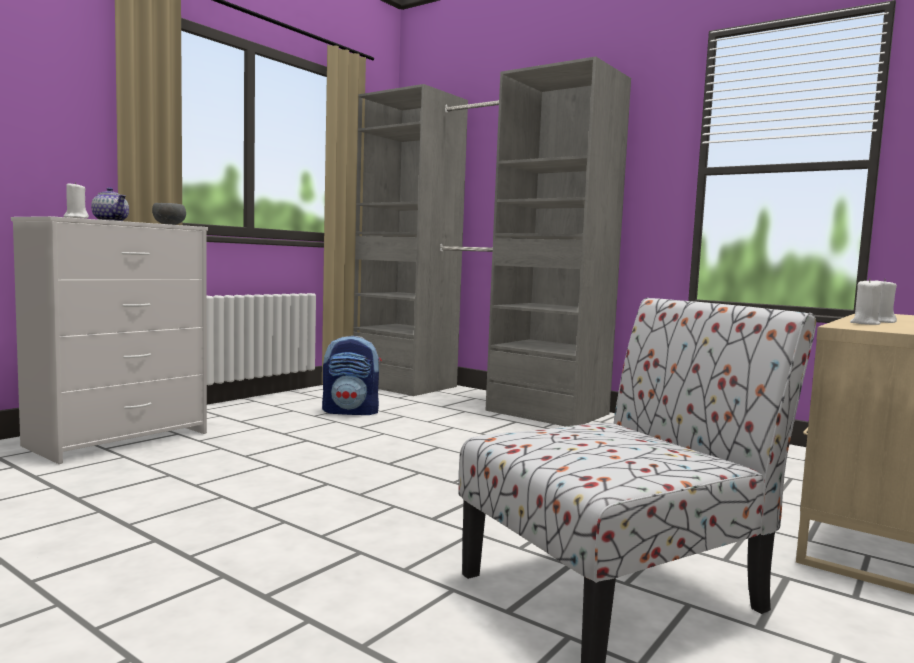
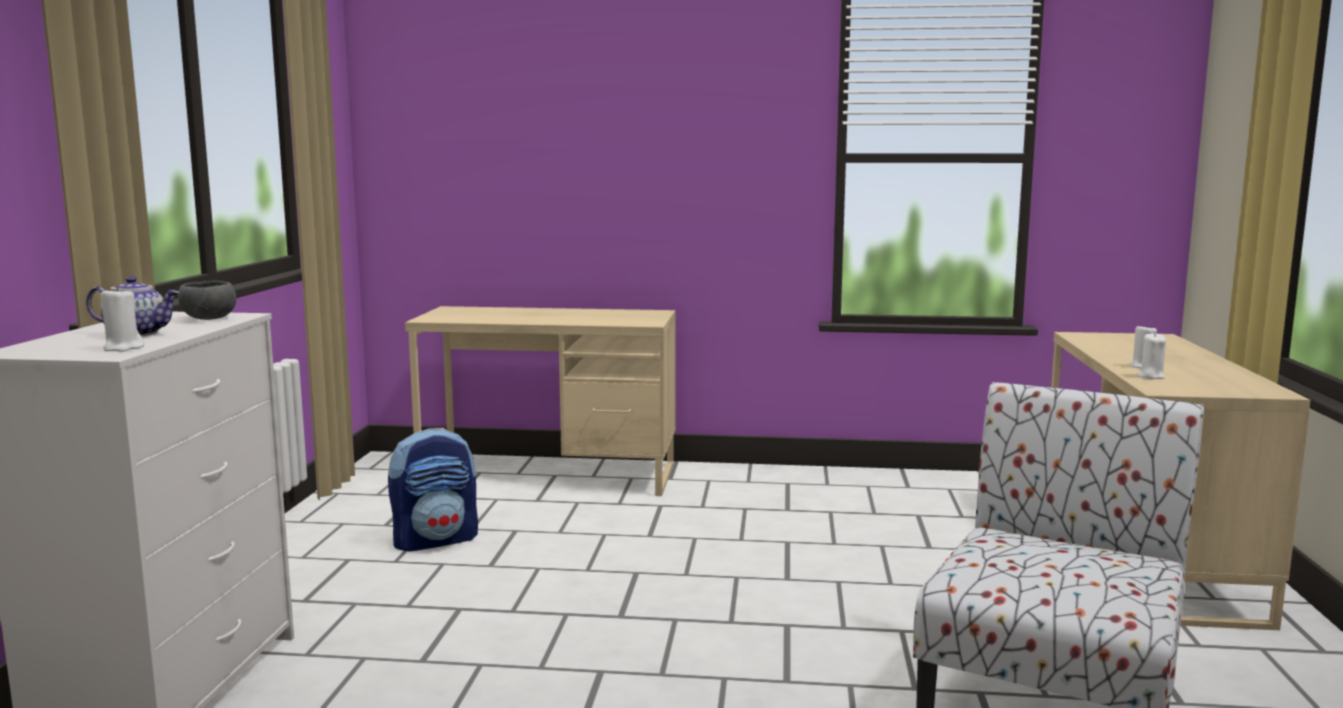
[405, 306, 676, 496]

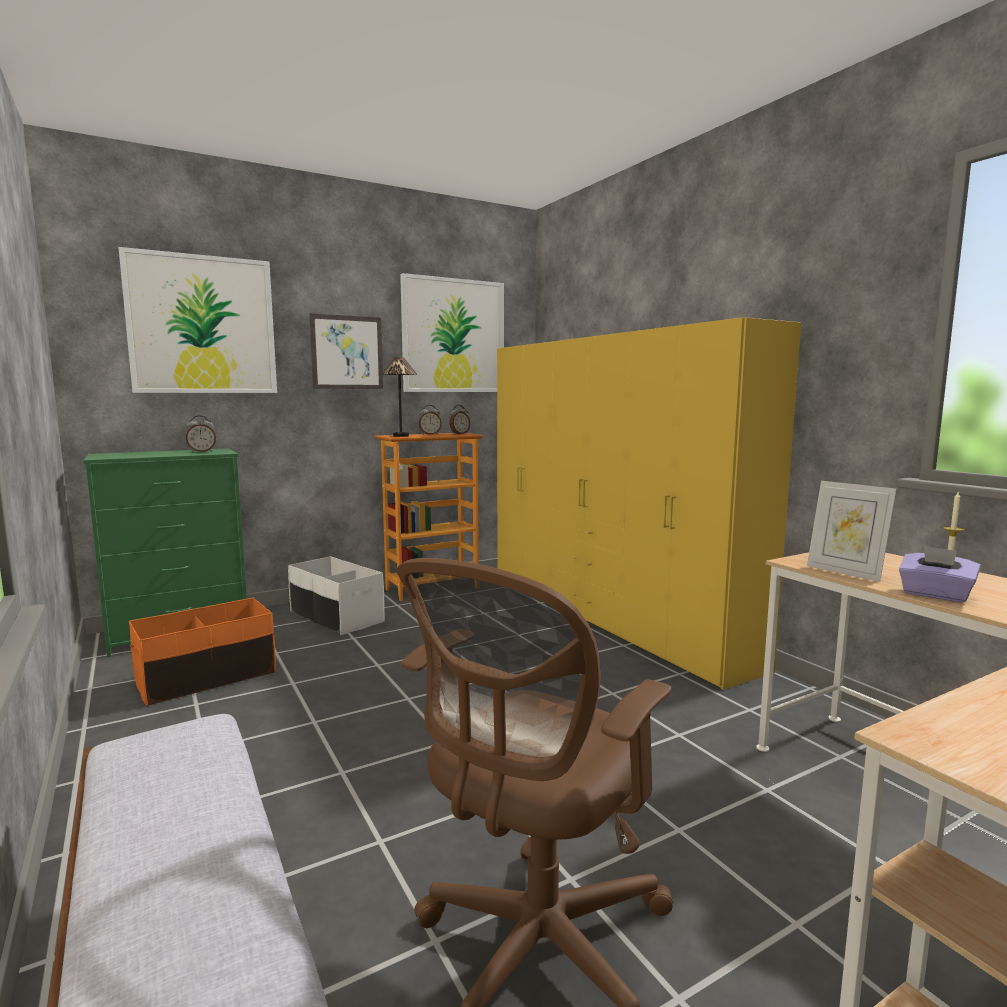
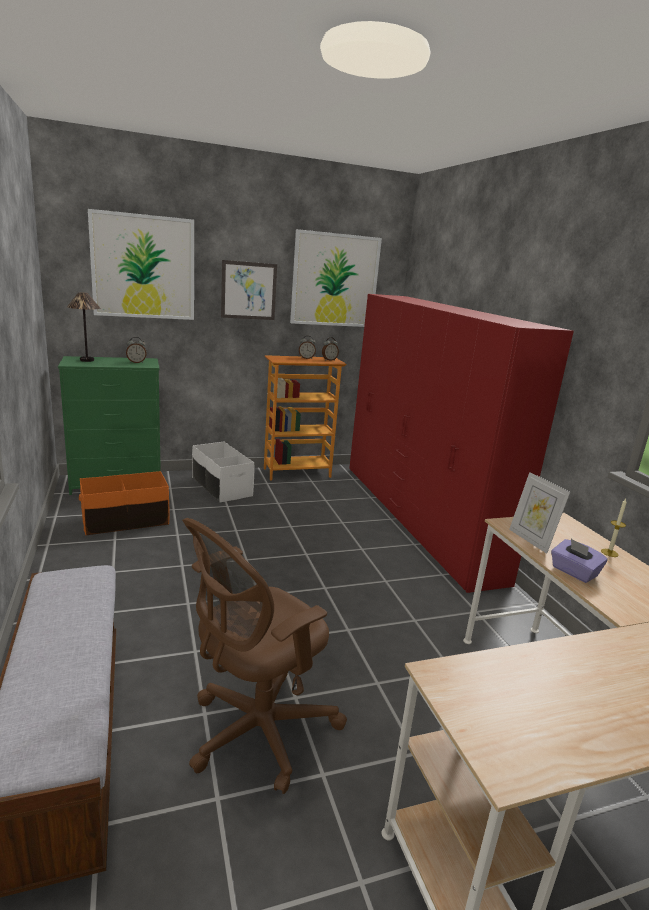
[67, 292, 100, 362]
[349, 294, 574, 593]

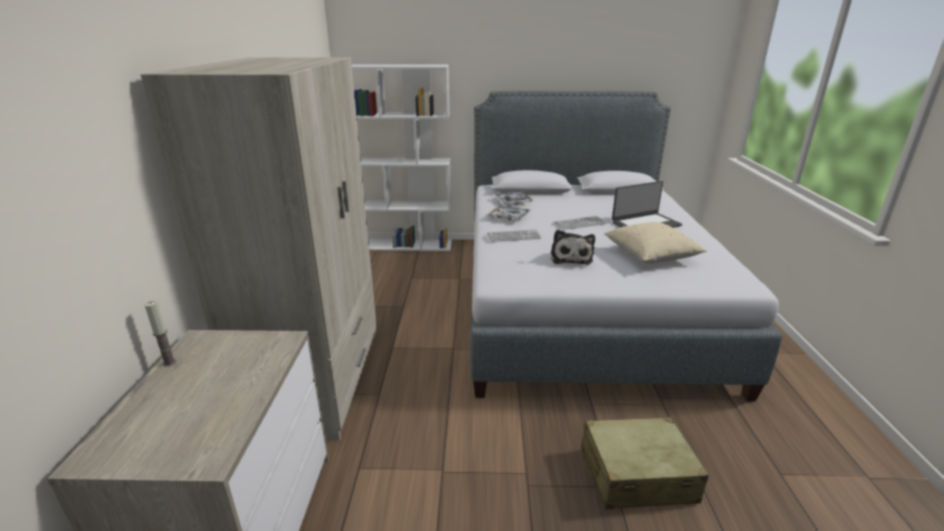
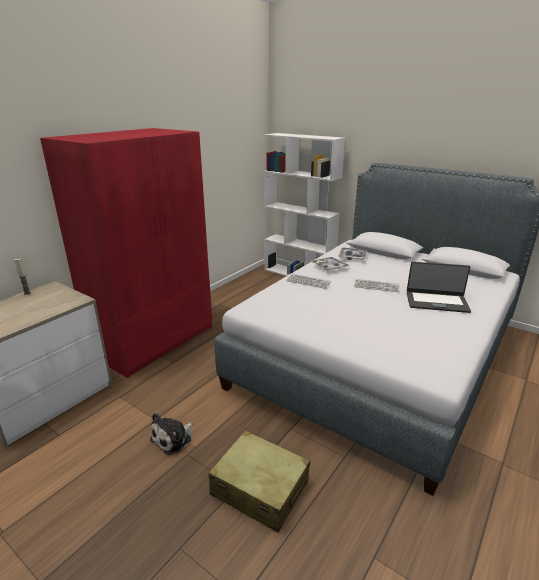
[40, 128, 212, 378]
[150, 413, 193, 455]
[604, 222, 707, 263] (first image)

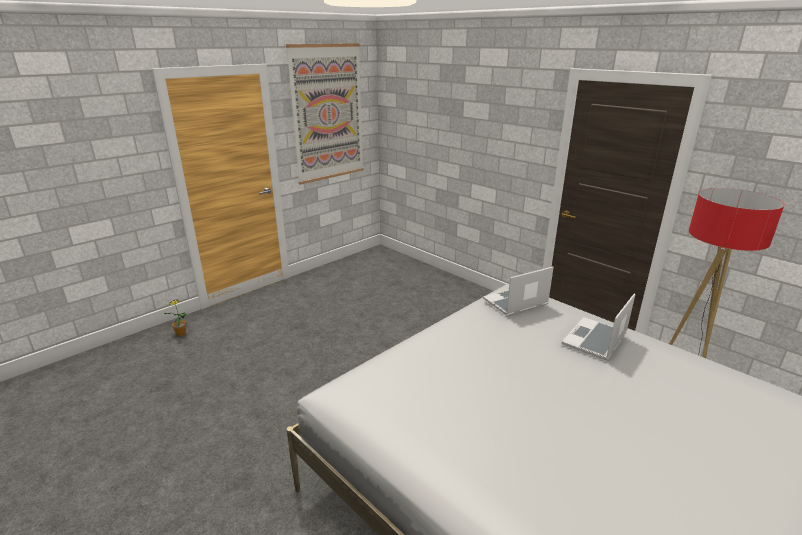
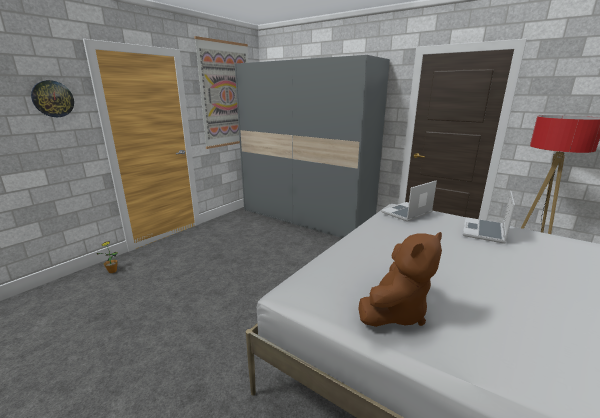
[31, 80, 74, 117]
[235, 55, 390, 238]
[358, 232, 442, 327]

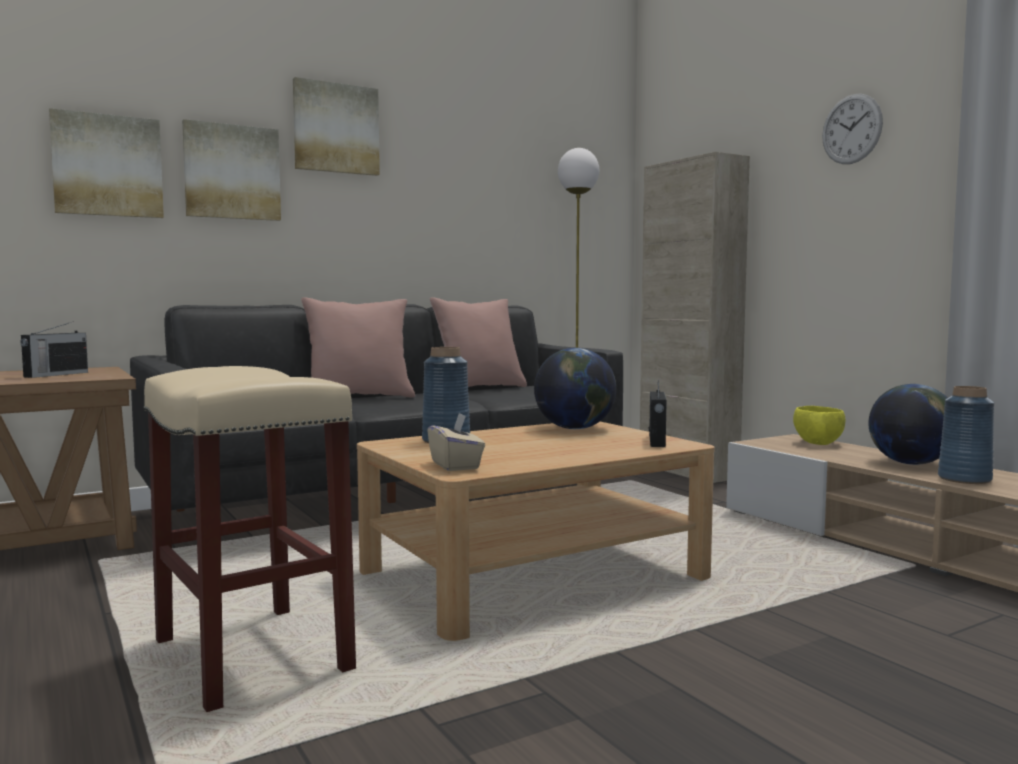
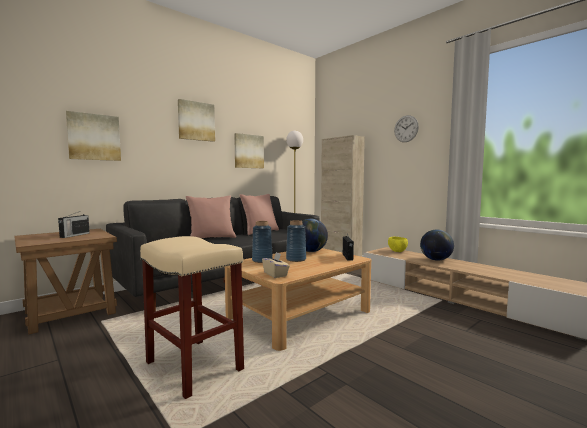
[234, 133, 264, 168]
[286, 220, 306, 262]

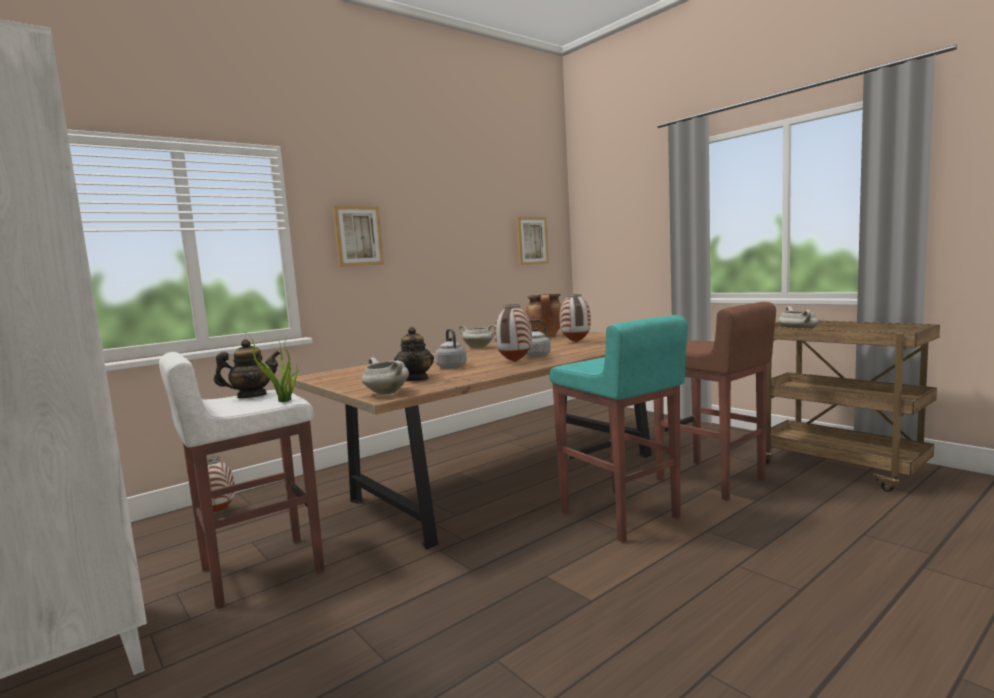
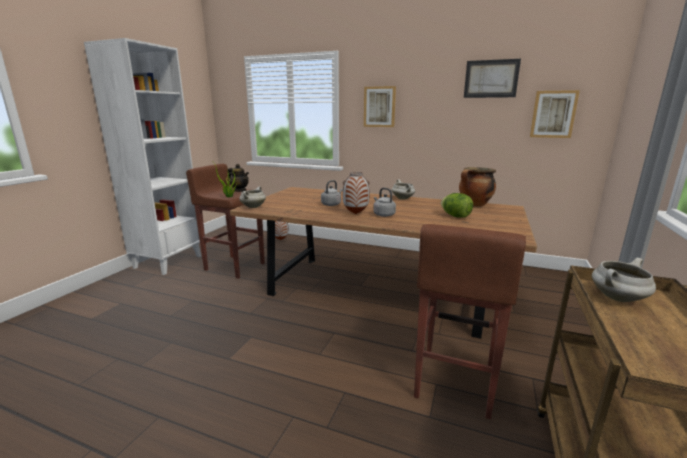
[186, 164, 265, 279]
[394, 327, 434, 381] (first image)
[549, 315, 687, 543] (first image)
[441, 193, 473, 218]
[464, 59, 521, 98]

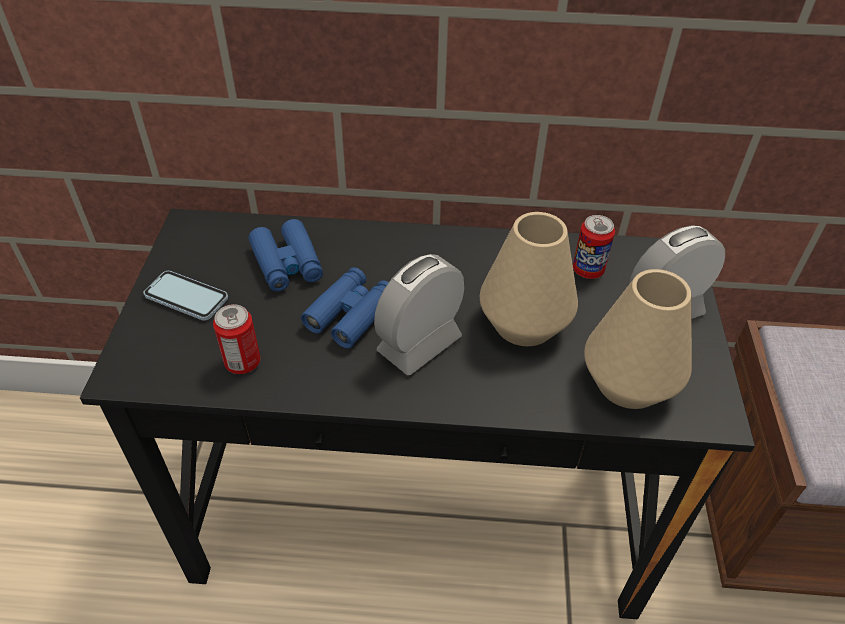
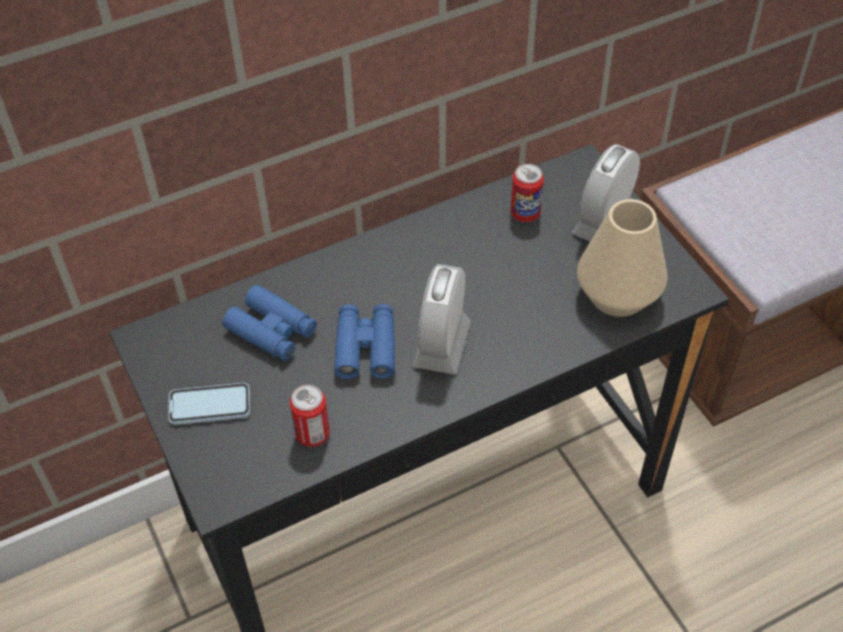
[480, 212, 578, 346] (first image)

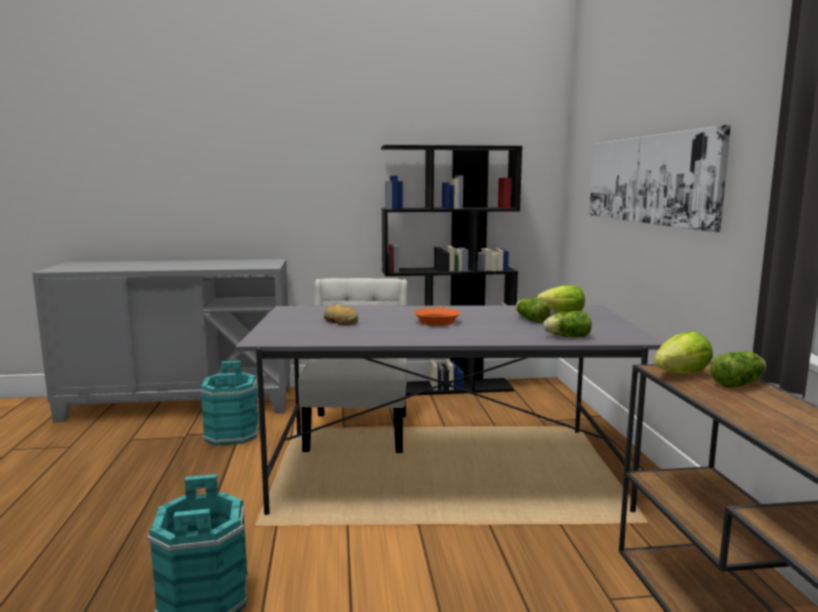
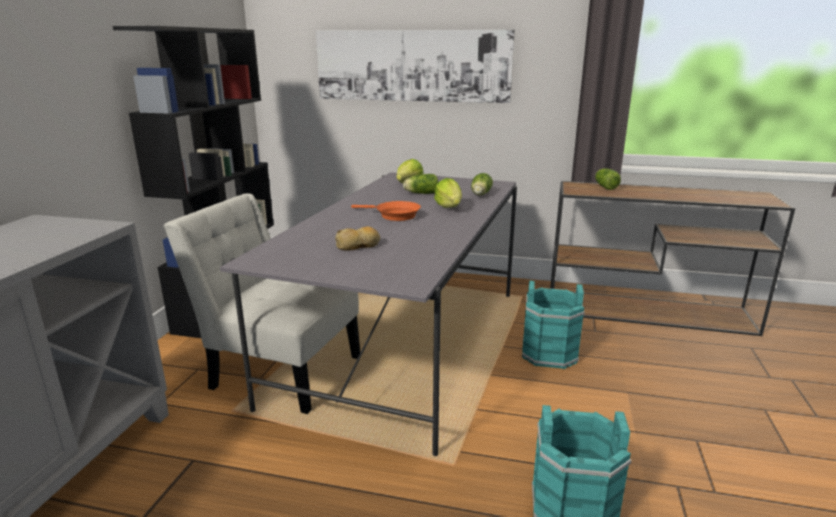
[522, 281, 585, 369]
[434, 178, 462, 208]

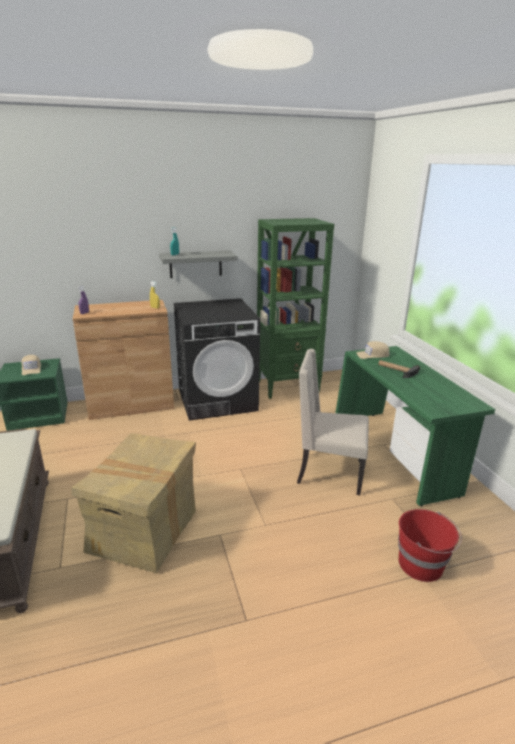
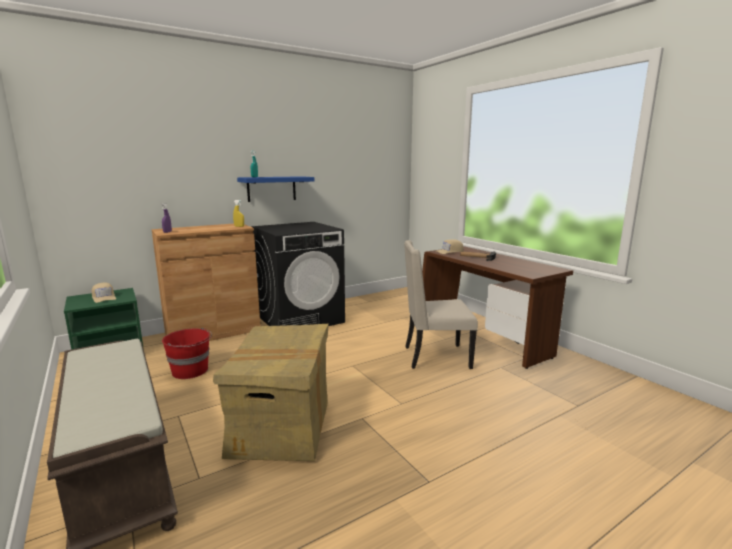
[237, 176, 314, 202]
[257, 218, 334, 399] (first image)
[422, 246, 573, 369]
[162, 328, 212, 379]

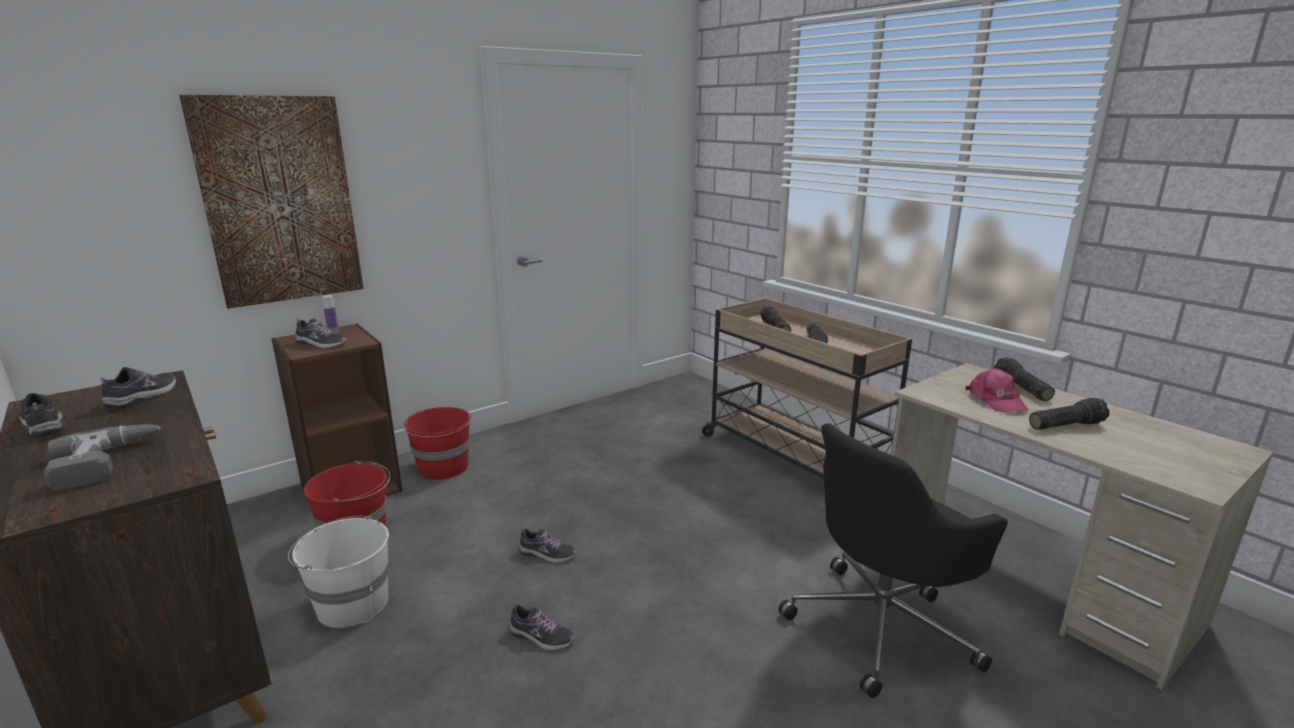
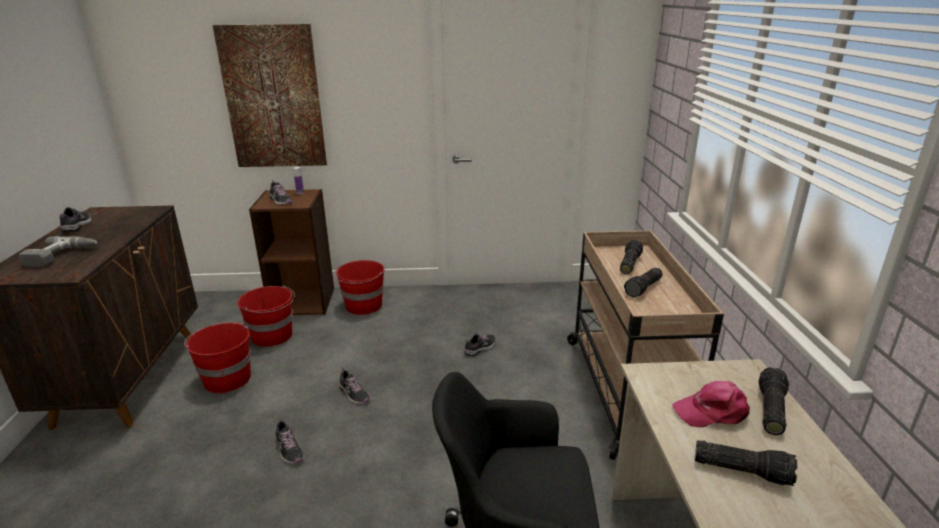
[464, 334, 496, 356]
[184, 322, 251, 393]
[672, 381, 750, 428]

